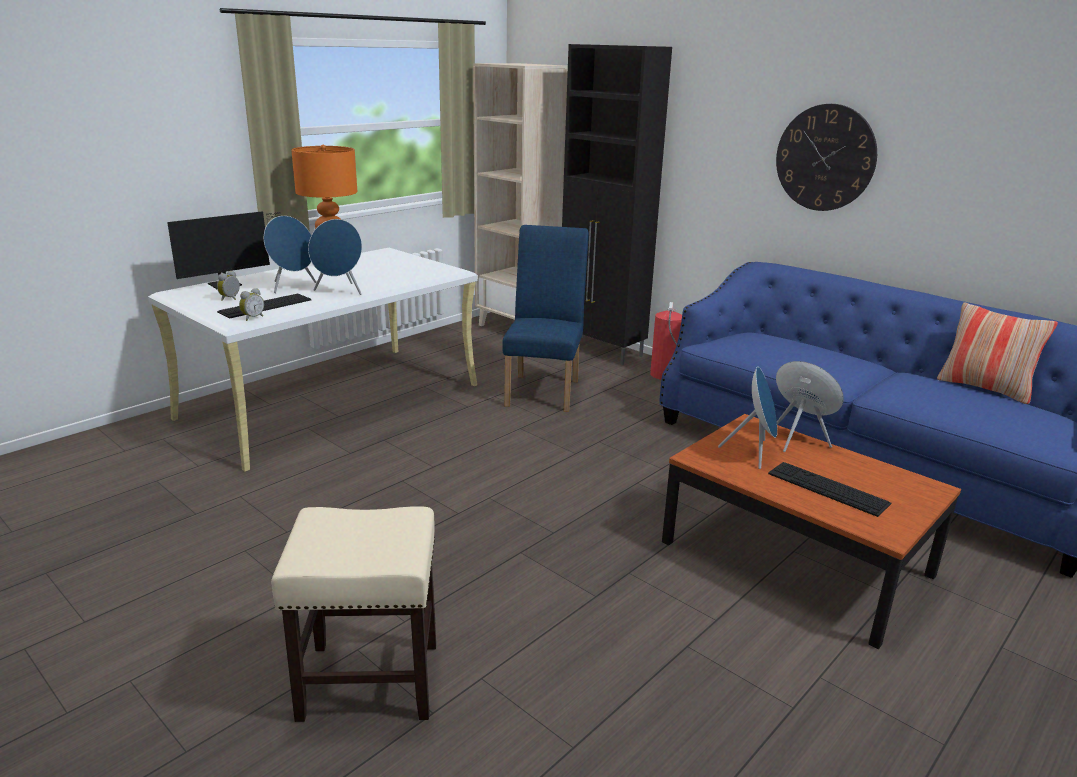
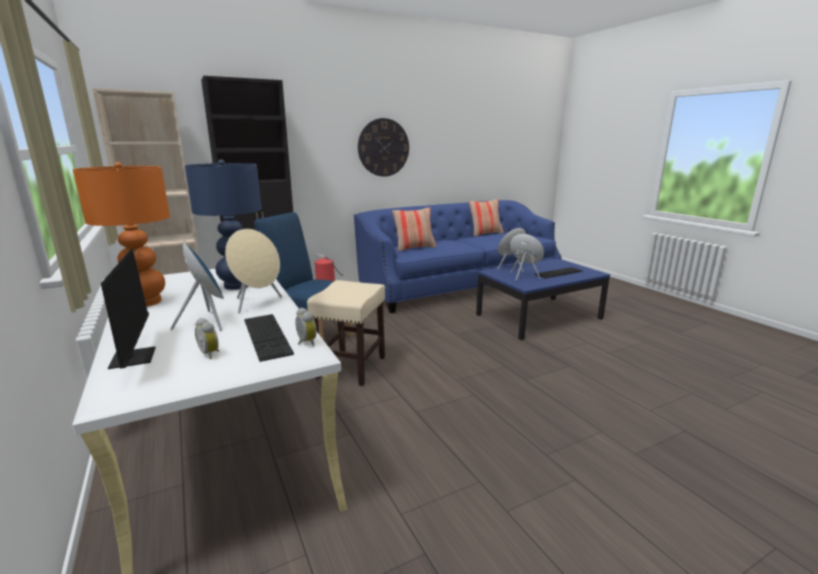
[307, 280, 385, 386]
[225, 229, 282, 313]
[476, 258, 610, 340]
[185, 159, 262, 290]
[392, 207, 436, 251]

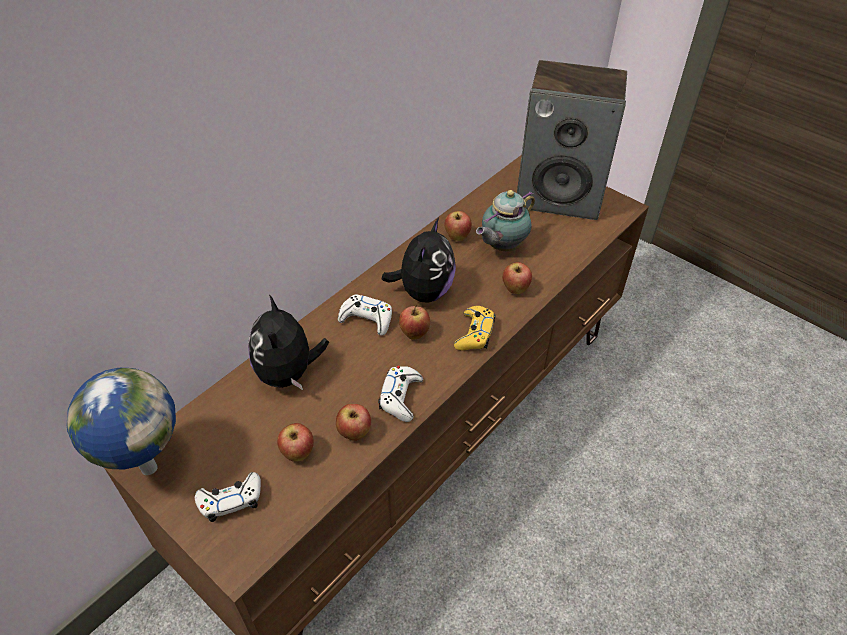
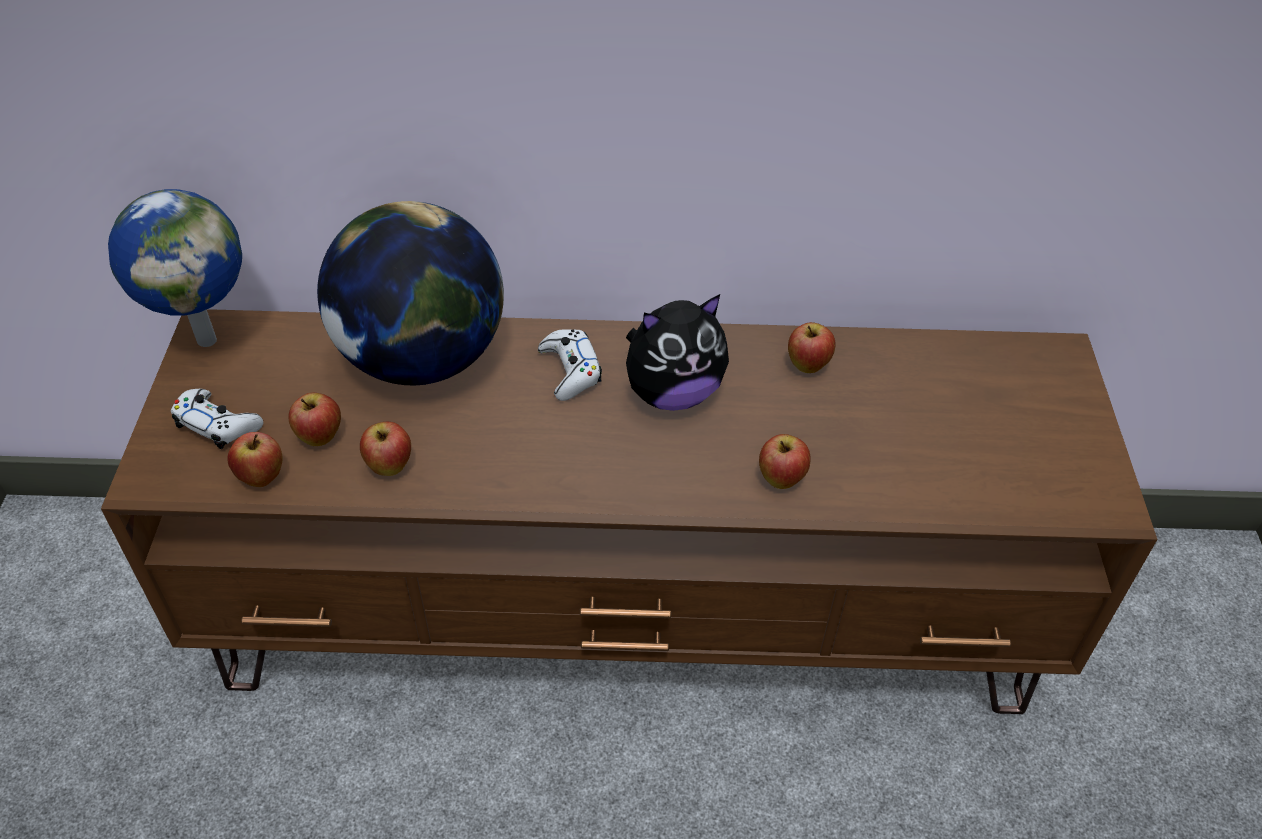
[317, 201, 504, 385]
[378, 366, 423, 422] (first image)
[227, 432, 282, 487]
[454, 306, 495, 351] (first image)
[476, 190, 535, 251] (first image)
[517, 60, 627, 220] (first image)

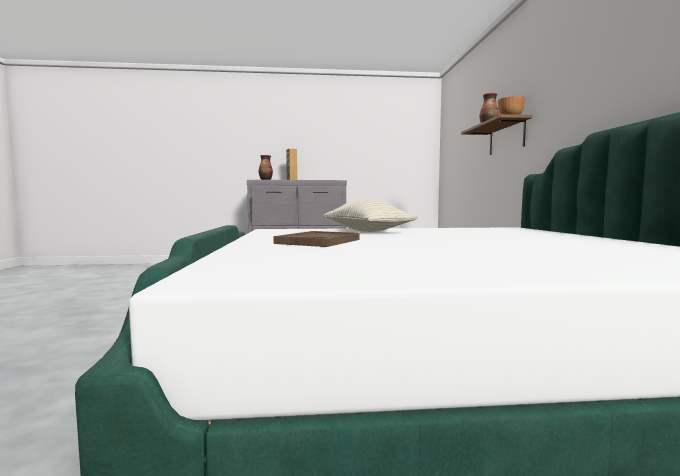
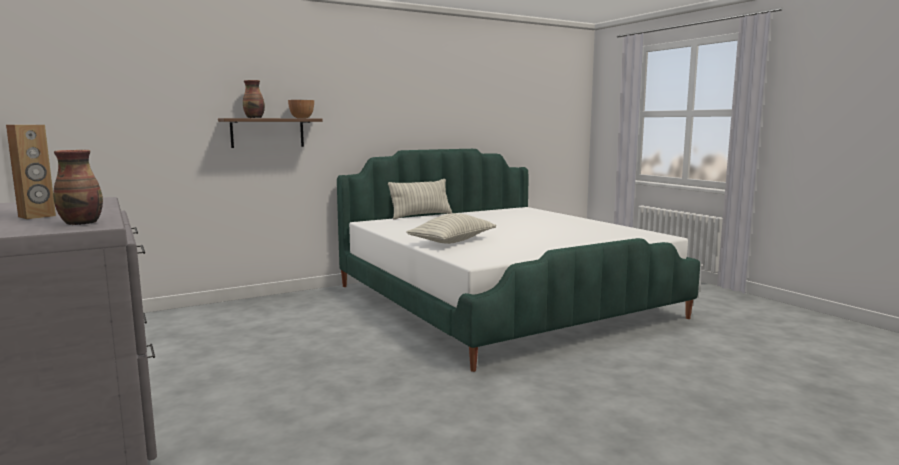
[274, 231, 360, 247] (first image)
[388, 179, 452, 220]

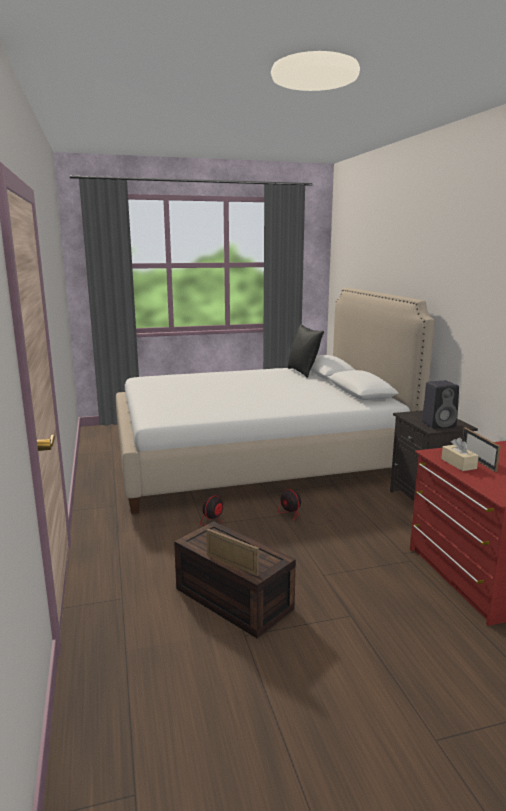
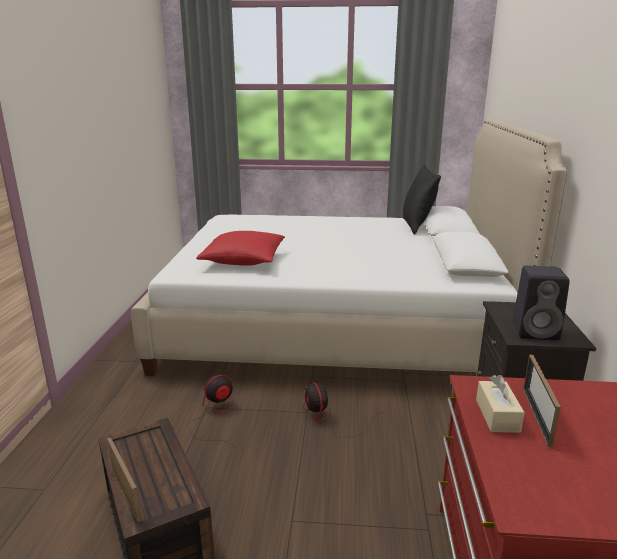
[196, 231, 285, 266]

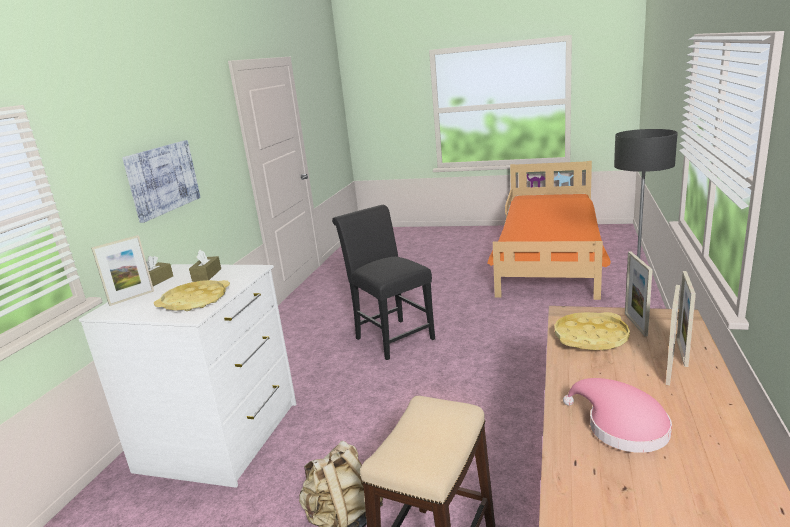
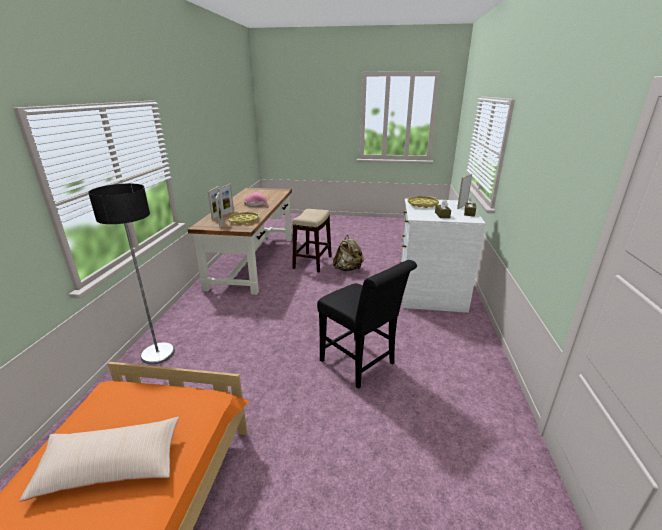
[122, 140, 201, 223] (first image)
[20, 417, 179, 502]

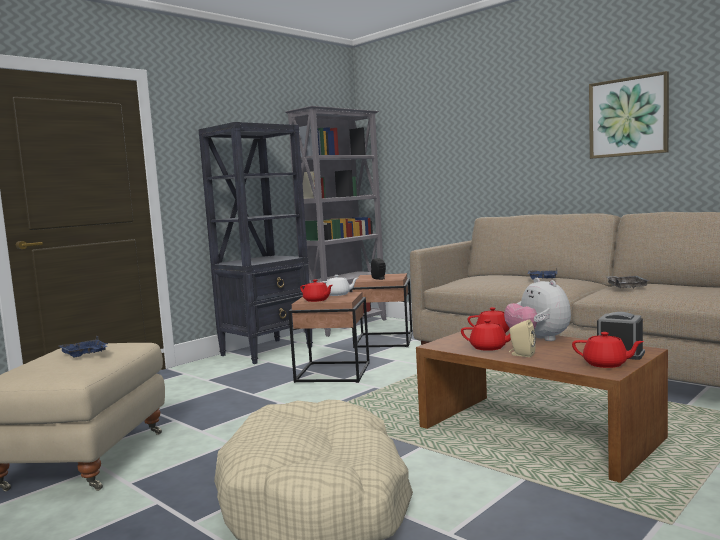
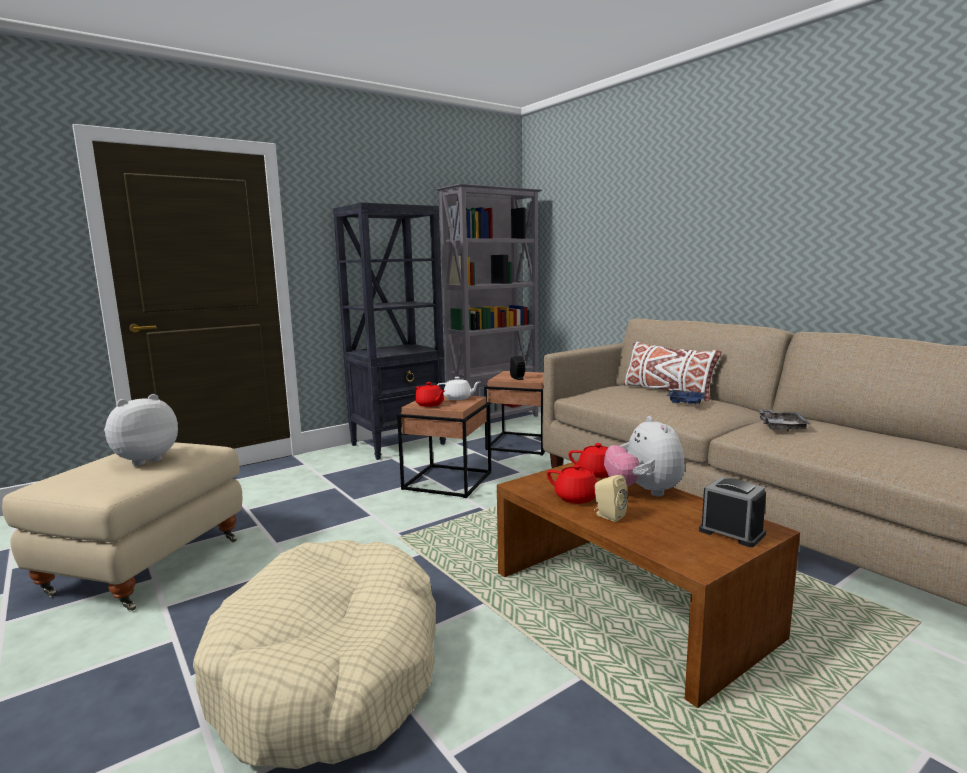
[104, 394, 178, 466]
[572, 332, 644, 368] (first image)
[589, 71, 669, 159] (first image)
[624, 342, 722, 401]

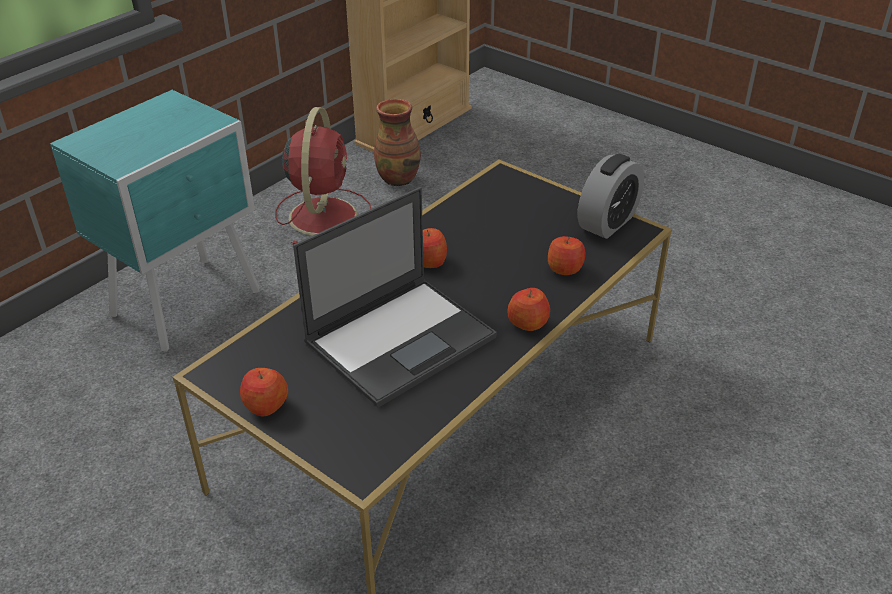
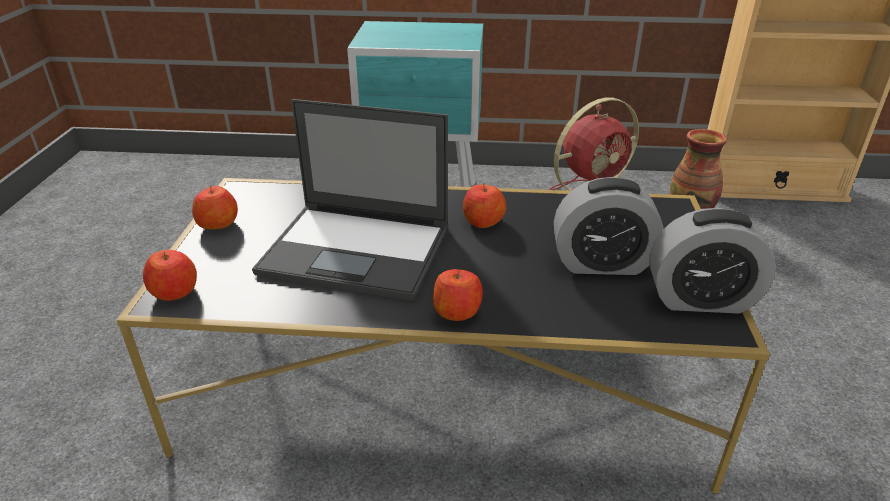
[143, 250, 197, 301]
[554, 177, 664, 275]

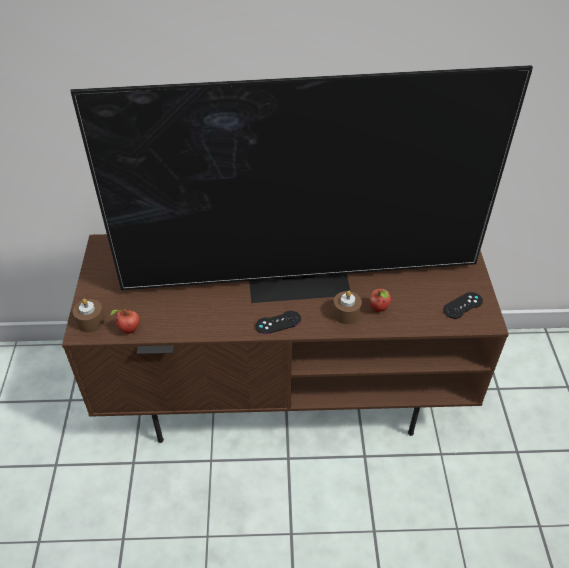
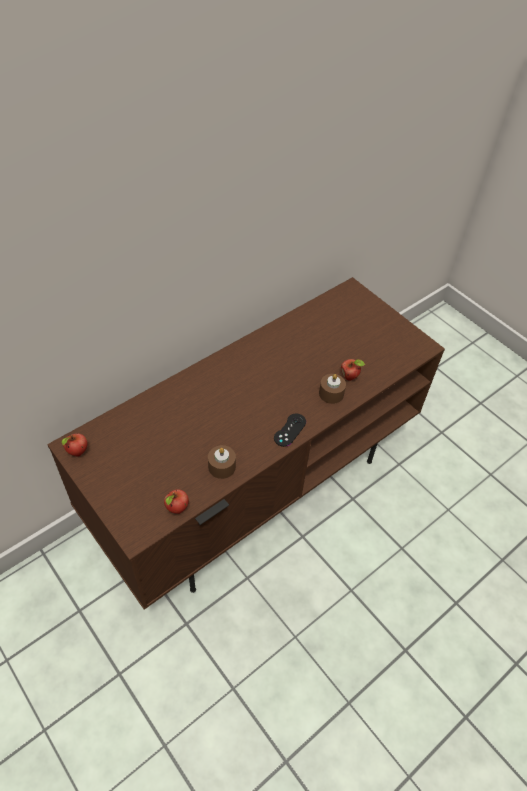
[70, 65, 533, 303] (first image)
[208, 445, 236, 479]
[443, 292, 483, 319] (first image)
[62, 433, 87, 457]

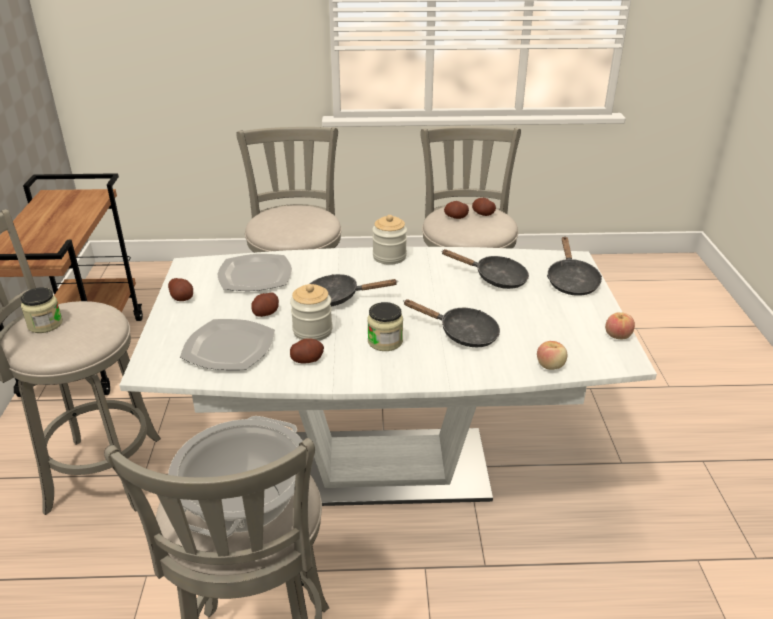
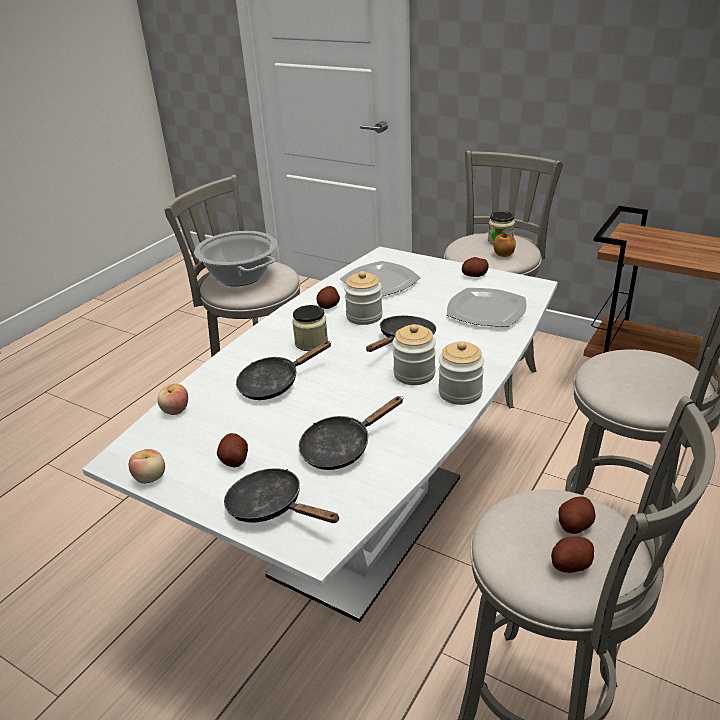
[217, 433, 248, 467]
[393, 324, 436, 385]
[494, 233, 516, 257]

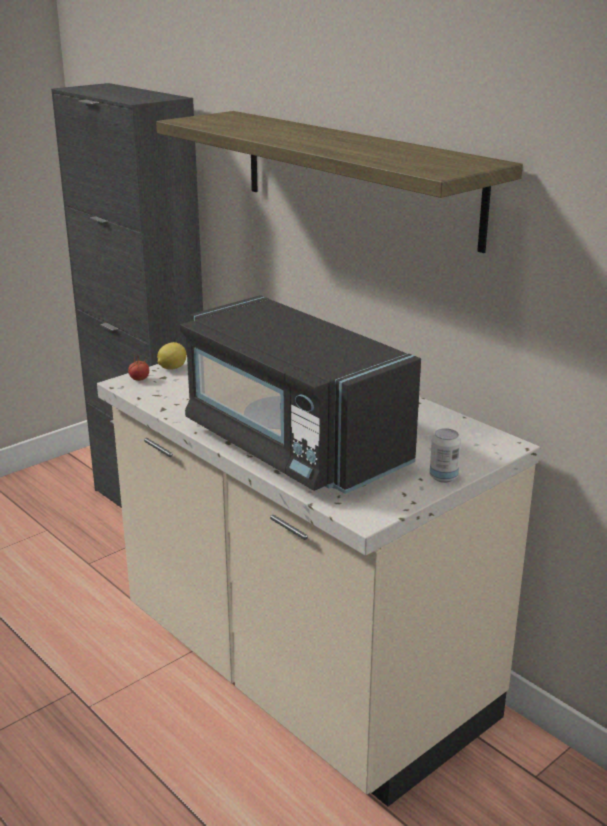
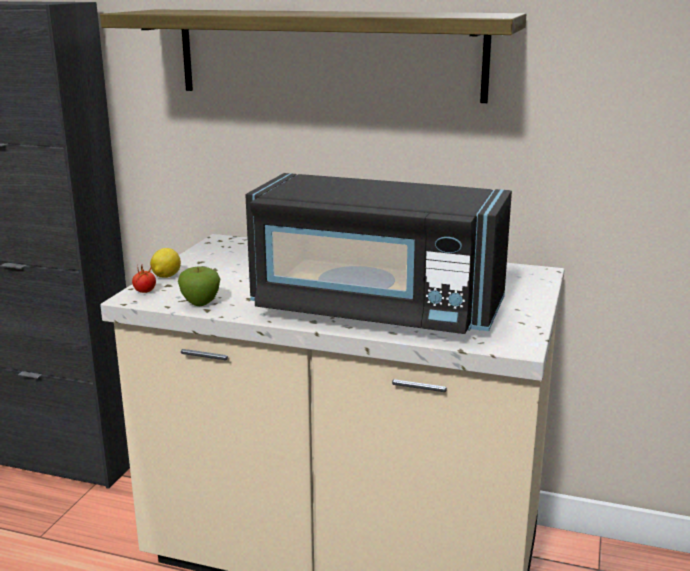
[430, 428, 461, 483] (first image)
[178, 266, 220, 306]

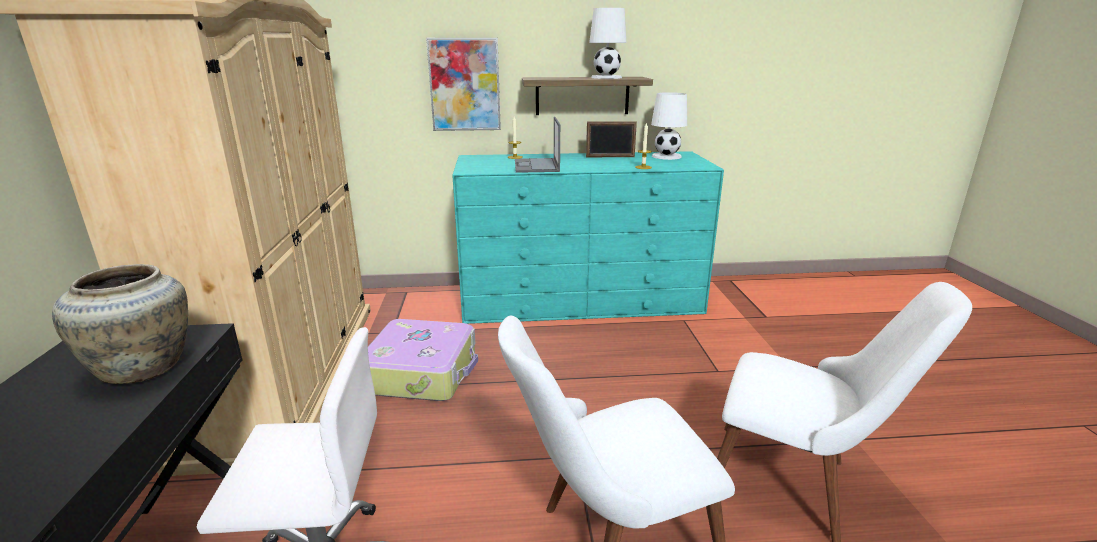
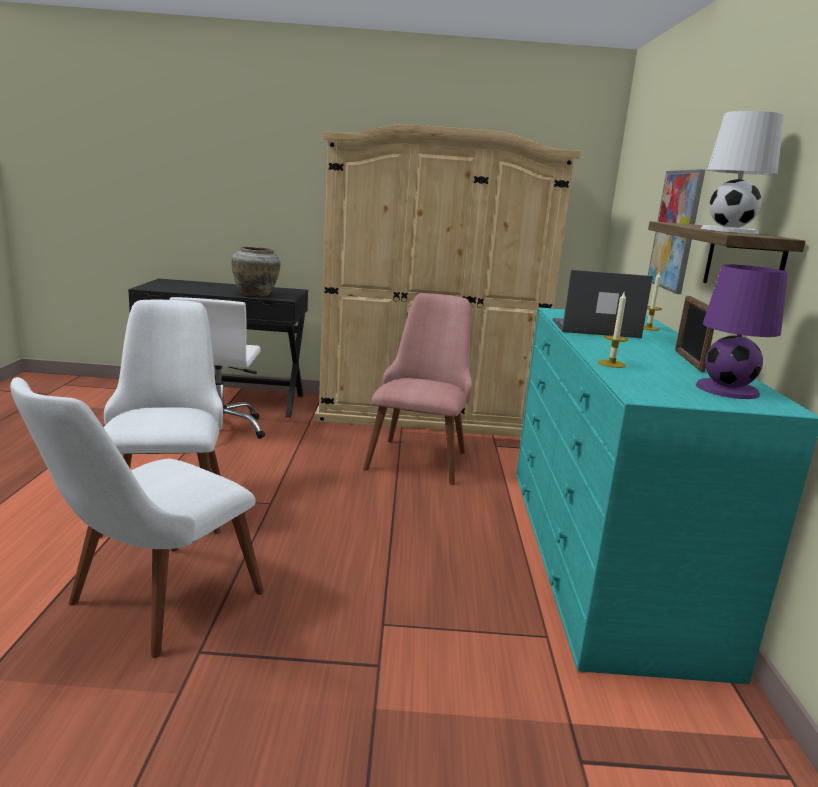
[363, 293, 472, 485]
[696, 264, 788, 399]

